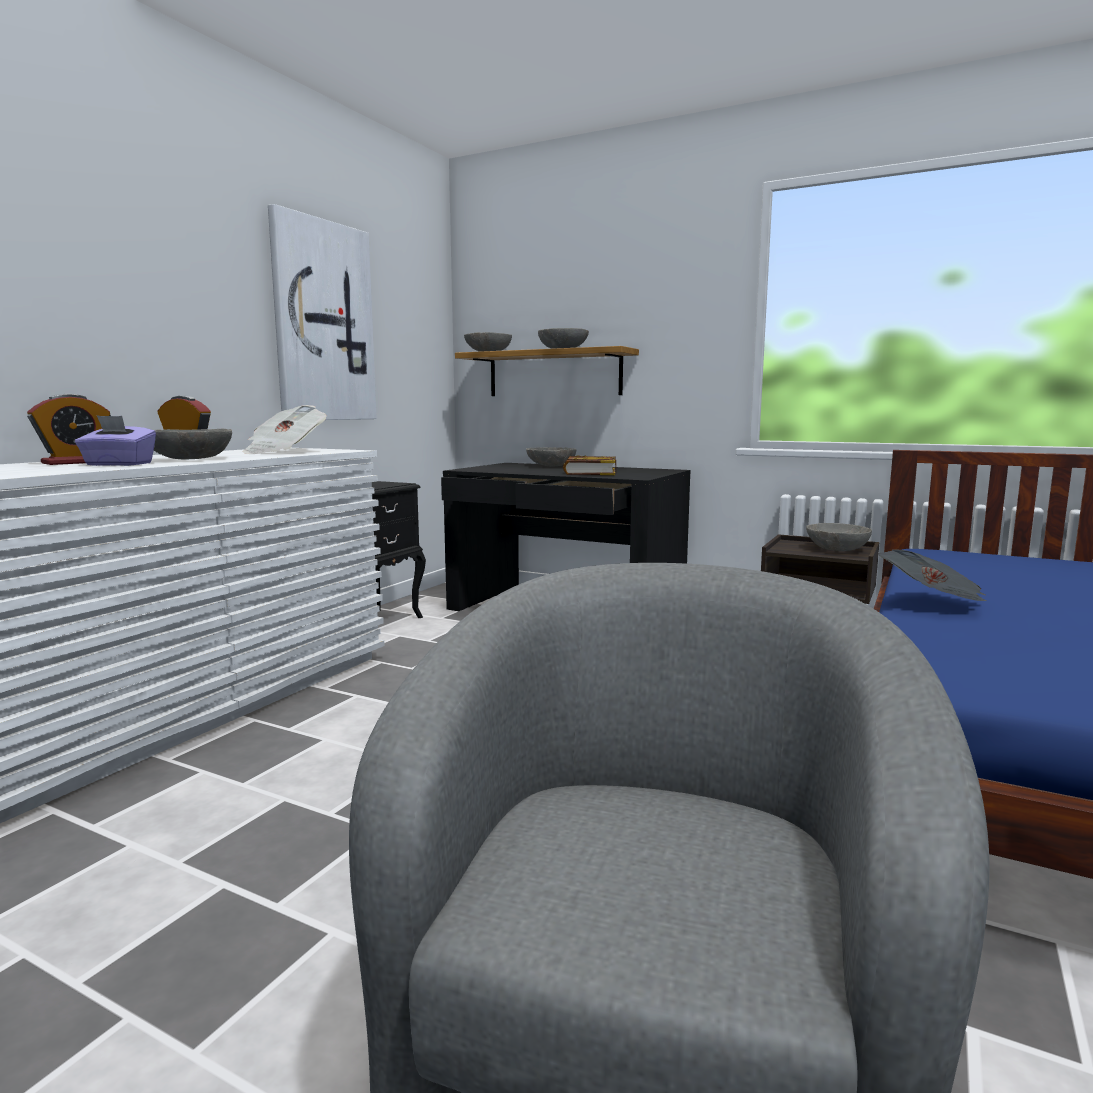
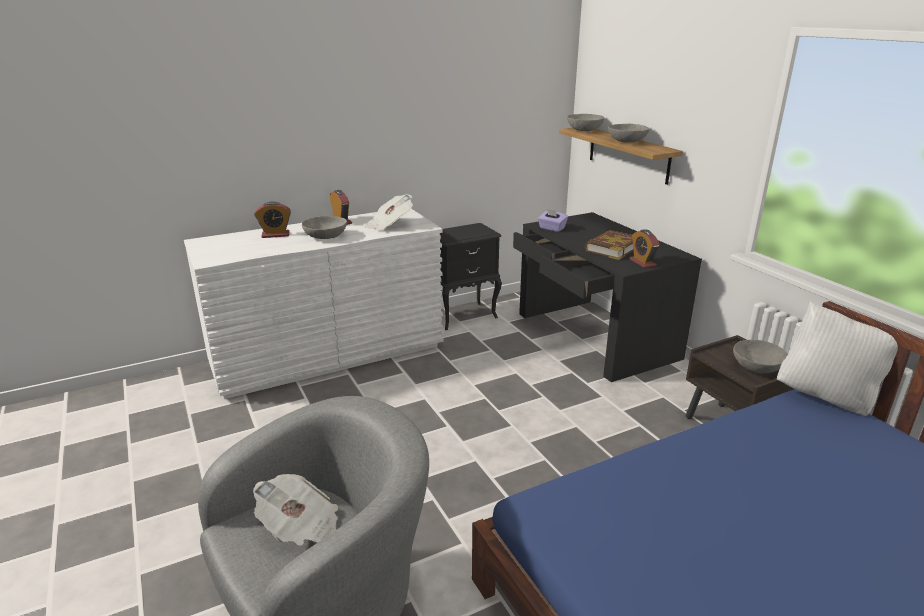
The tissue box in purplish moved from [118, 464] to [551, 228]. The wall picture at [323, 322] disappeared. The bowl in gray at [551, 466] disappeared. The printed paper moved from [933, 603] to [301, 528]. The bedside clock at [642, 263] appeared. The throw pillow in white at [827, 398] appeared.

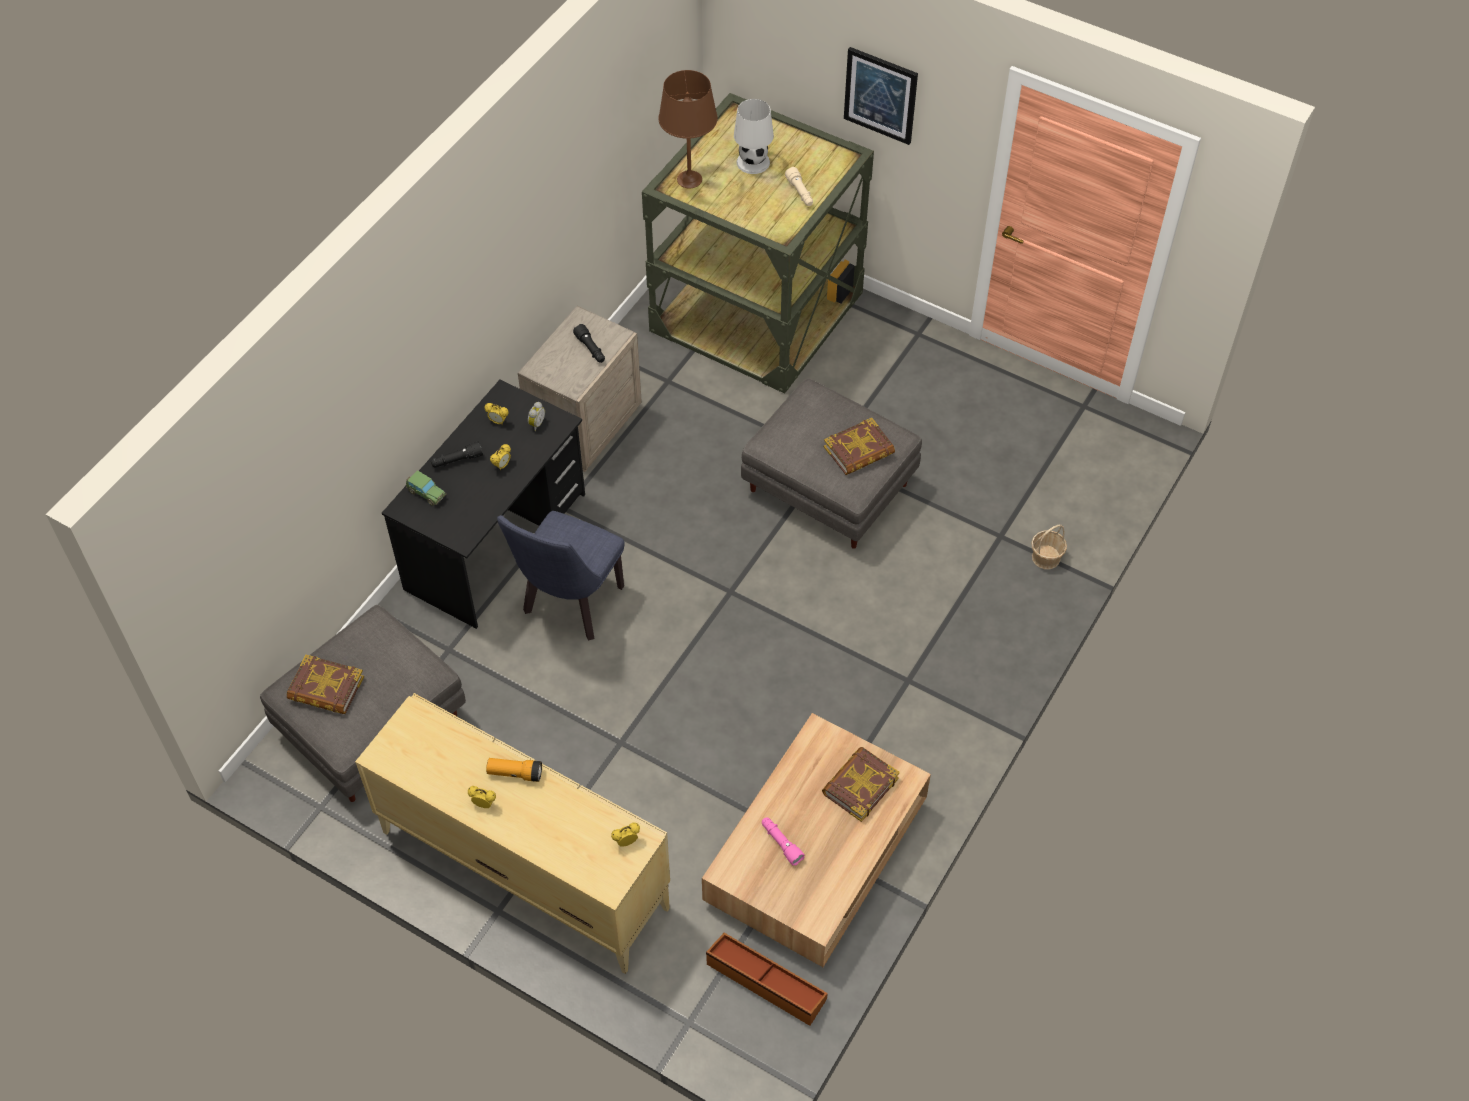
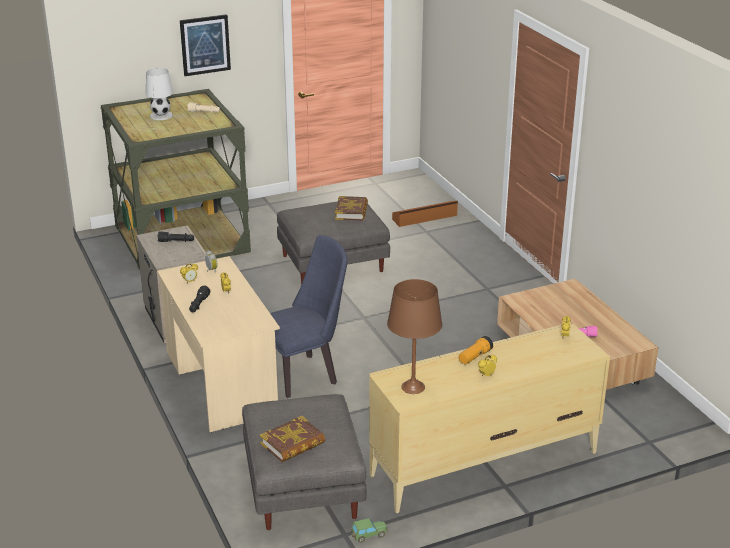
The desk in blackish at [496, 542] became the desk in sand-coloured at [221, 382]. The miniature car moved from [426, 493] to [368, 535]. The plain chair in bluish at [570, 606] turned 90 degrees counterclockwise. The lamp for a table in brownish moved from [689, 179] to [412, 387]. The storage container in brownish moved from [765, 983] to [425, 218]. The book at [860, 786] disappeared. The household basket at [1046, 557] disappeared.

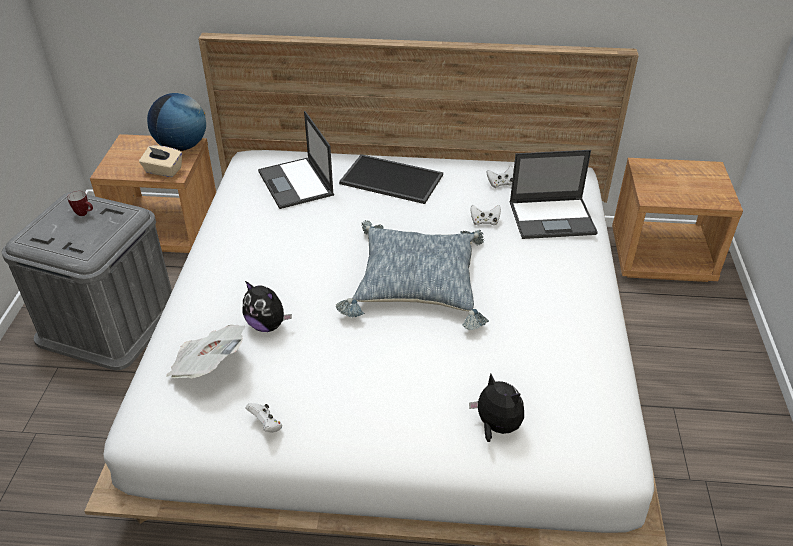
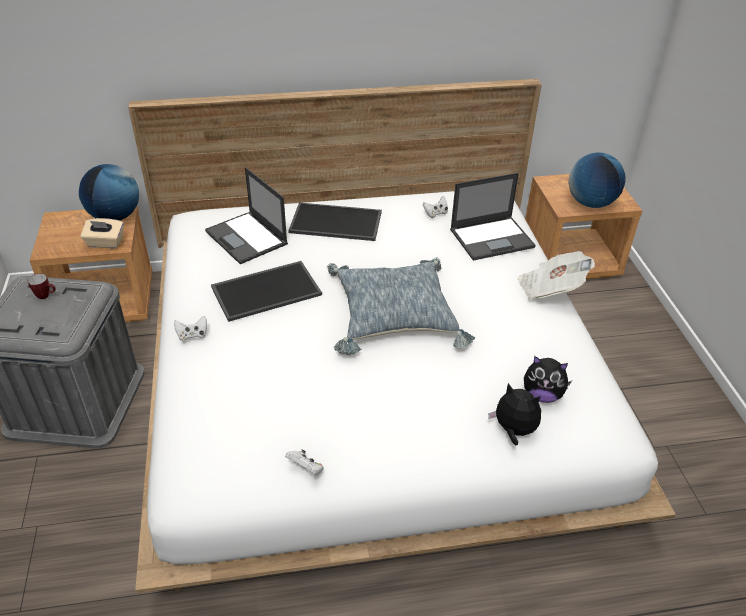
The printed paper moved from [208, 366] to [550, 289]. The cuddly toy moved from [267, 325] to [542, 395]. The joypad in white moved from [484, 222] to [192, 335]. The serving tray at [267, 290] appeared. The desk globe at [590, 203] appeared.

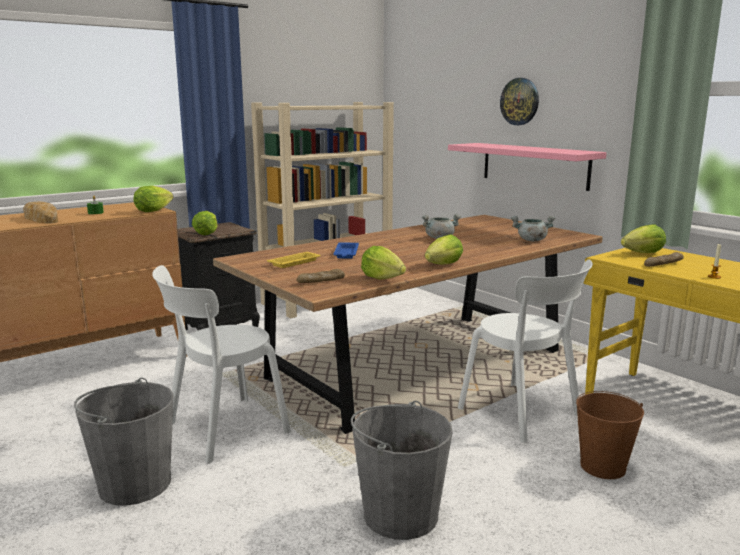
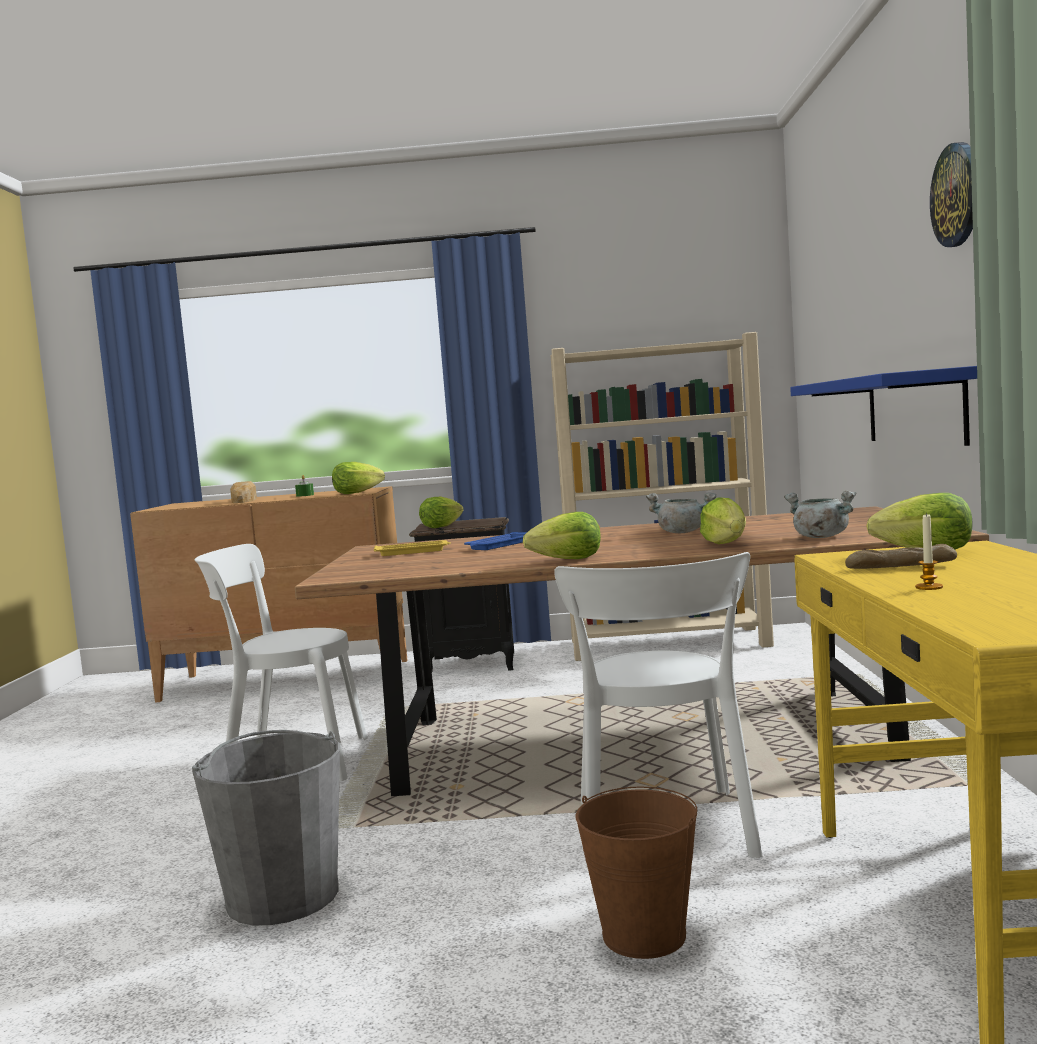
The bucket in gray at [134, 484] disappeared. The bread at [321, 281] disappeared. The lettuce head moved from [382, 278] to [726, 544]. The bracket shelf in pinkish at [534, 165] became the bracket shelf in bluish at [914, 408]. The hanging clock moved from [520, 101] to [957, 195].

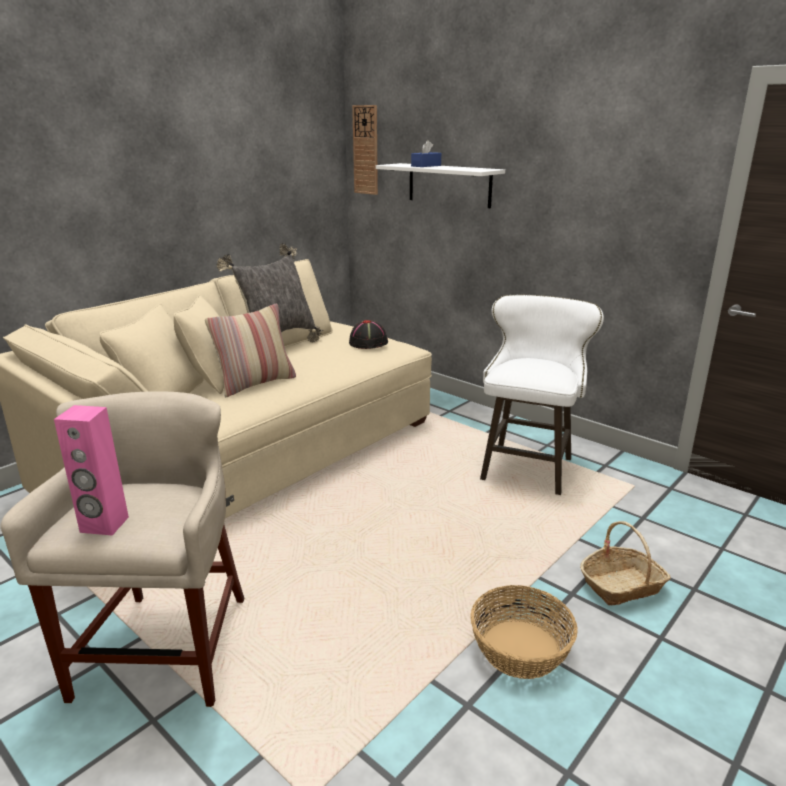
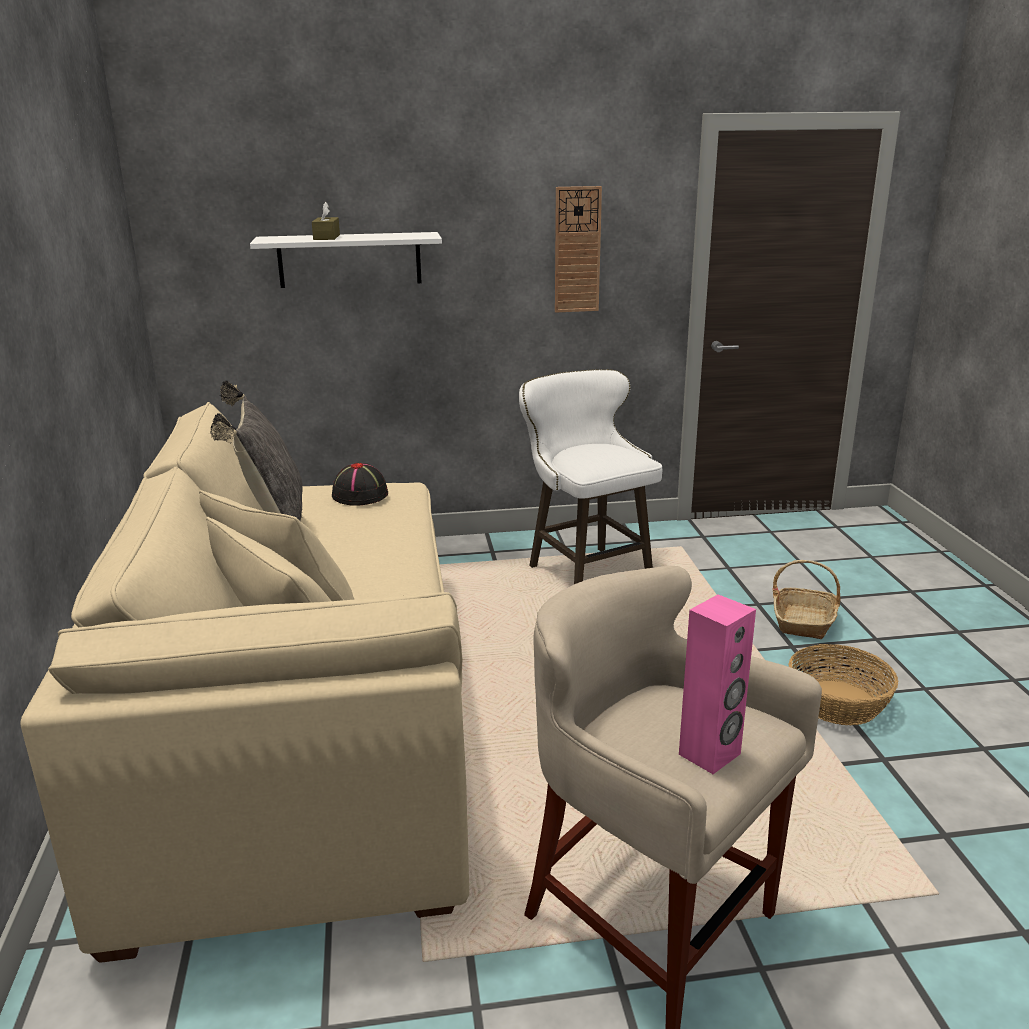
The throw pillow at [255, 383] disappeared. The hanging clock moved from [366, 150] to [577, 250]. The tissue box in bluish at [426, 166] became the tissue box in brownish at [326, 237].

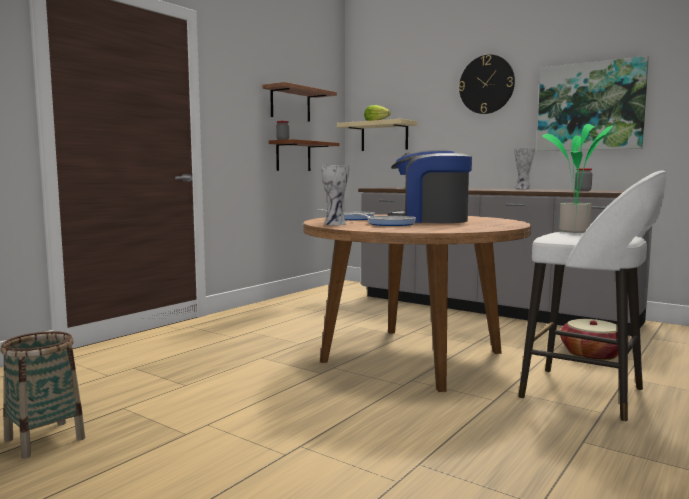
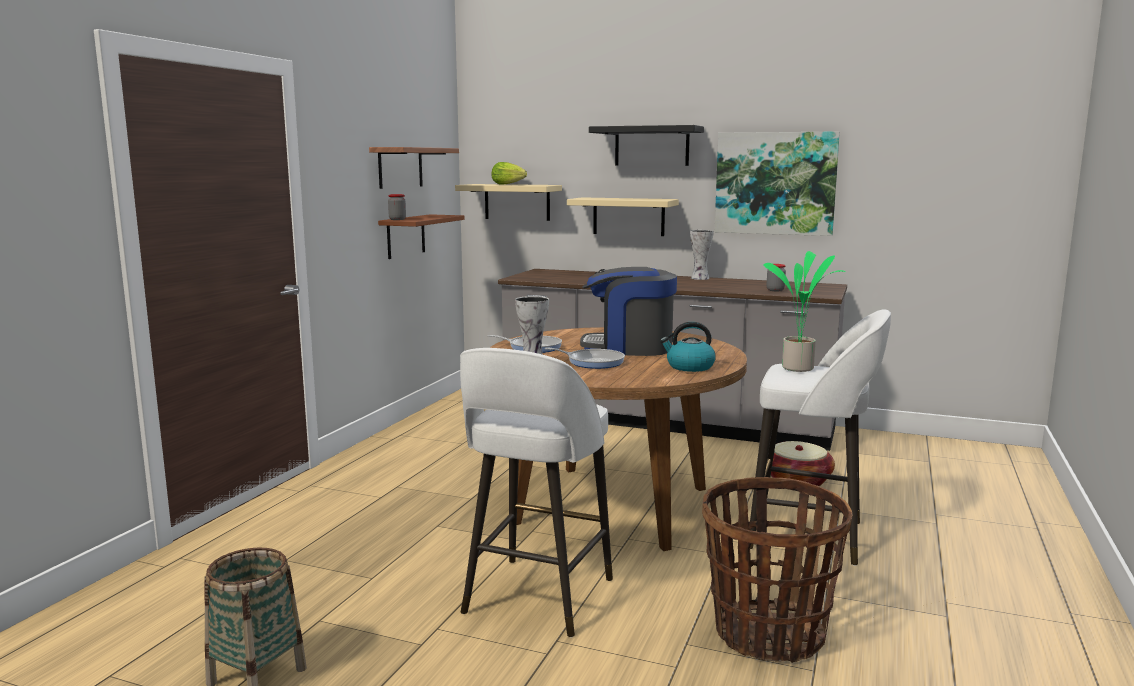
The hanging clock at [486, 84] was replaced by the bracket shelf in blackish at [651, 146]. The stool in white at [536, 598] appeared. The bracket shelf in sand-coloured at [628, 216] appeared. The kettle at [689, 367] appeared. The household basket at [768, 634] appeared.

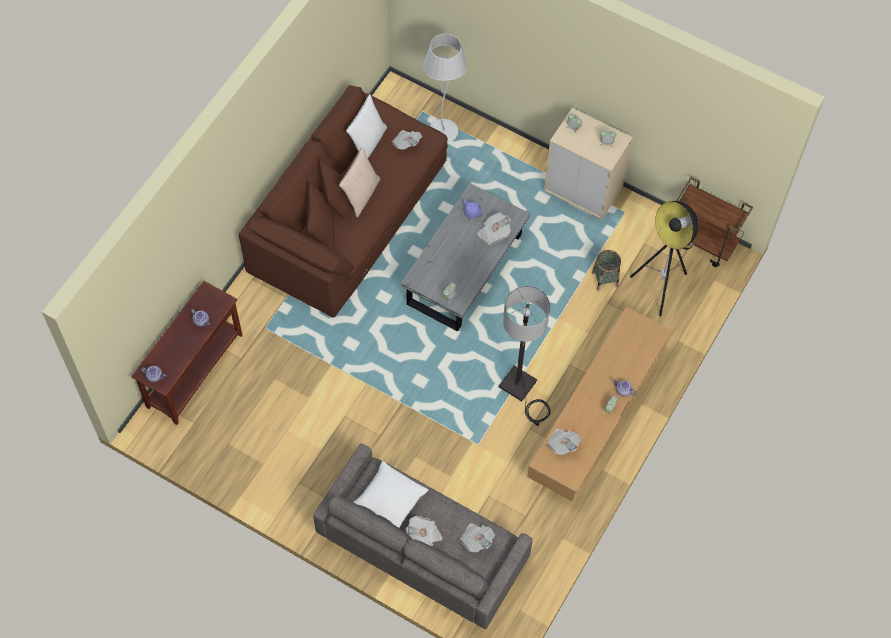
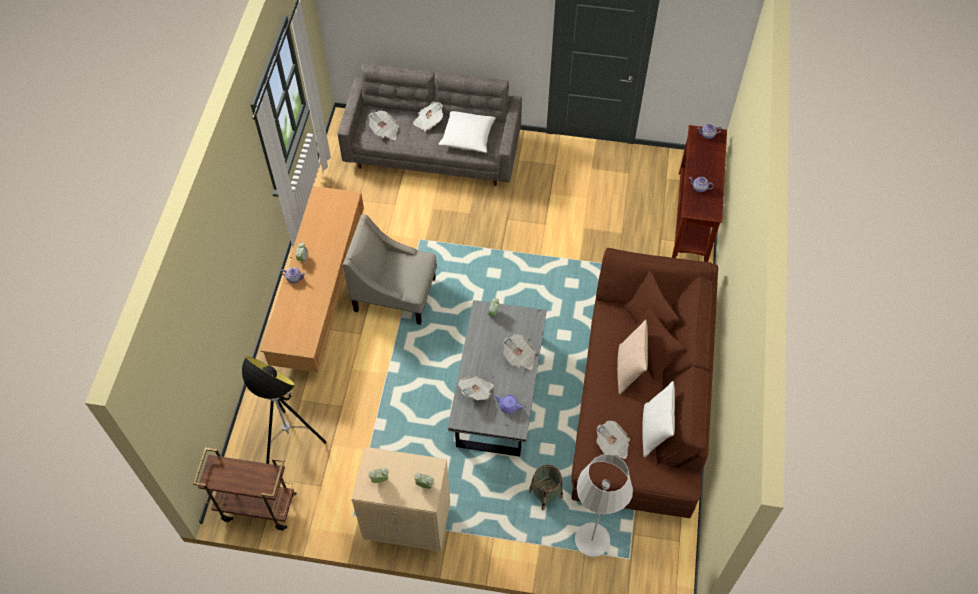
The floor lamp at [523, 392] was replaced by the lounge chair in gray at [395, 294]. The printed paper moved from [562, 444] to [519, 357]. The household basket moved from [605, 279] to [545, 494].

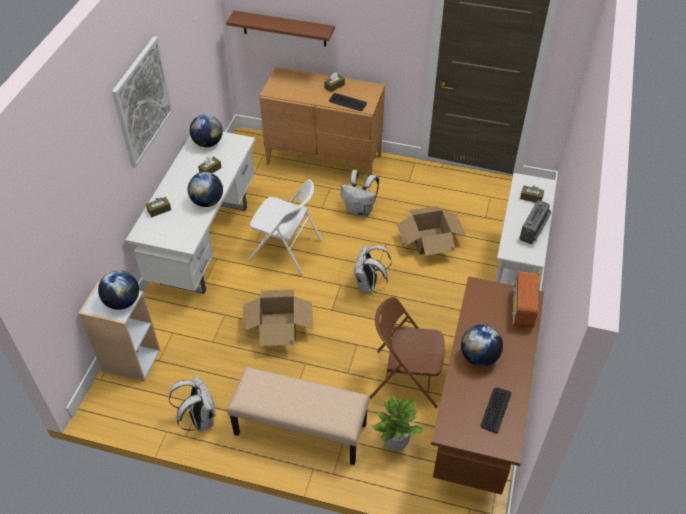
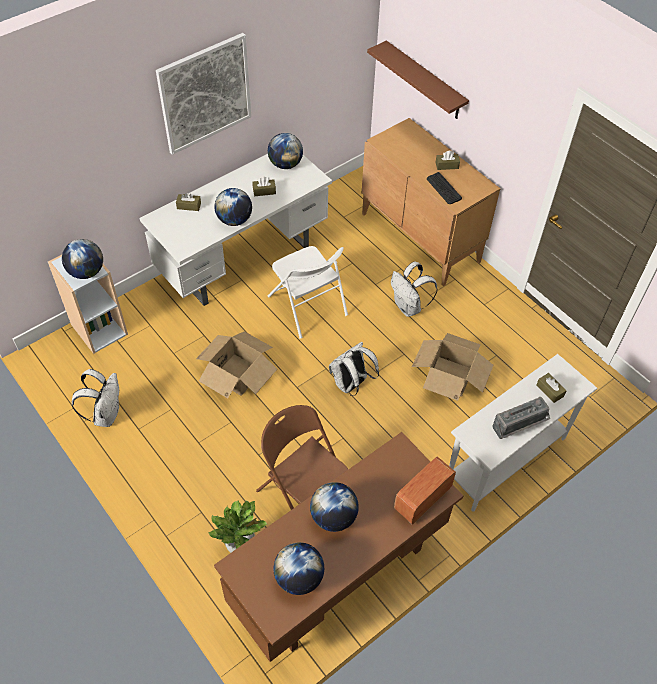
The long seat in sand-coloured at [299, 430] disappeared. The PC keyboard at [495, 410] was replaced by the desk globe at [299, 577].

